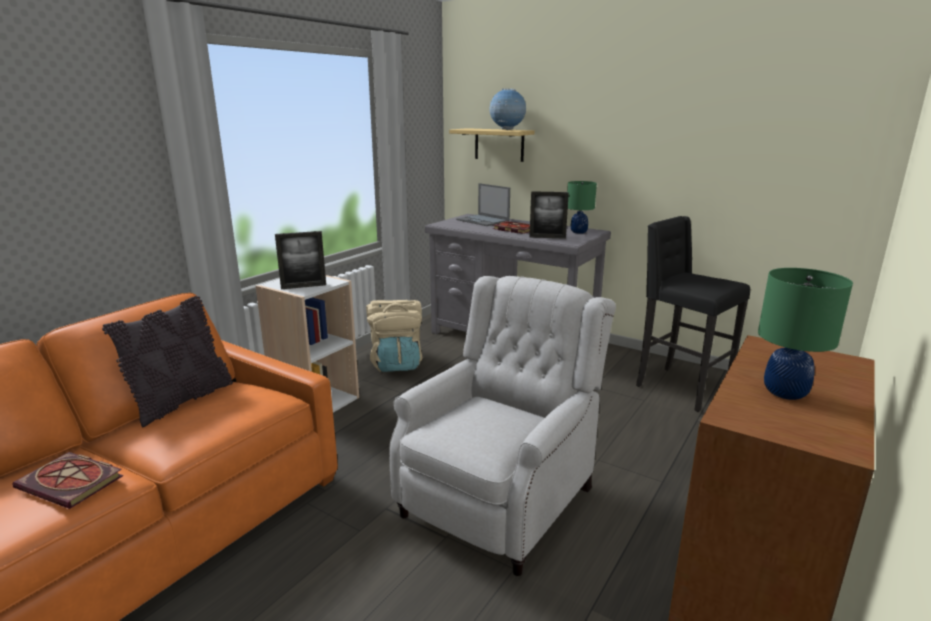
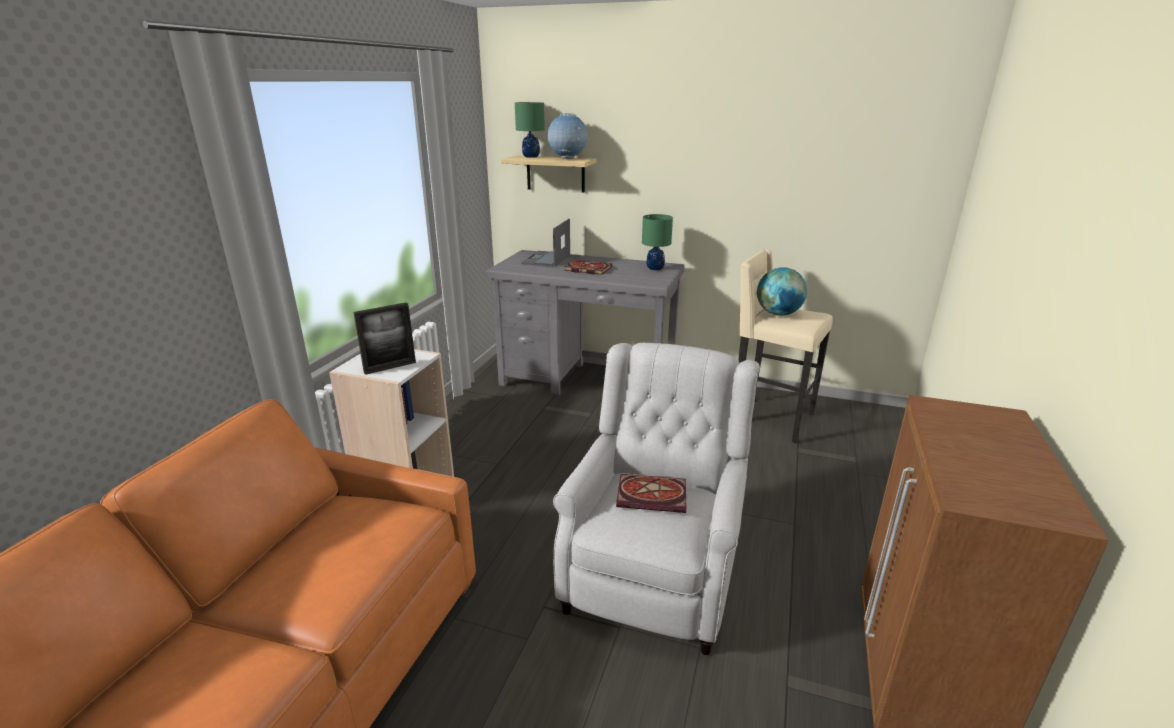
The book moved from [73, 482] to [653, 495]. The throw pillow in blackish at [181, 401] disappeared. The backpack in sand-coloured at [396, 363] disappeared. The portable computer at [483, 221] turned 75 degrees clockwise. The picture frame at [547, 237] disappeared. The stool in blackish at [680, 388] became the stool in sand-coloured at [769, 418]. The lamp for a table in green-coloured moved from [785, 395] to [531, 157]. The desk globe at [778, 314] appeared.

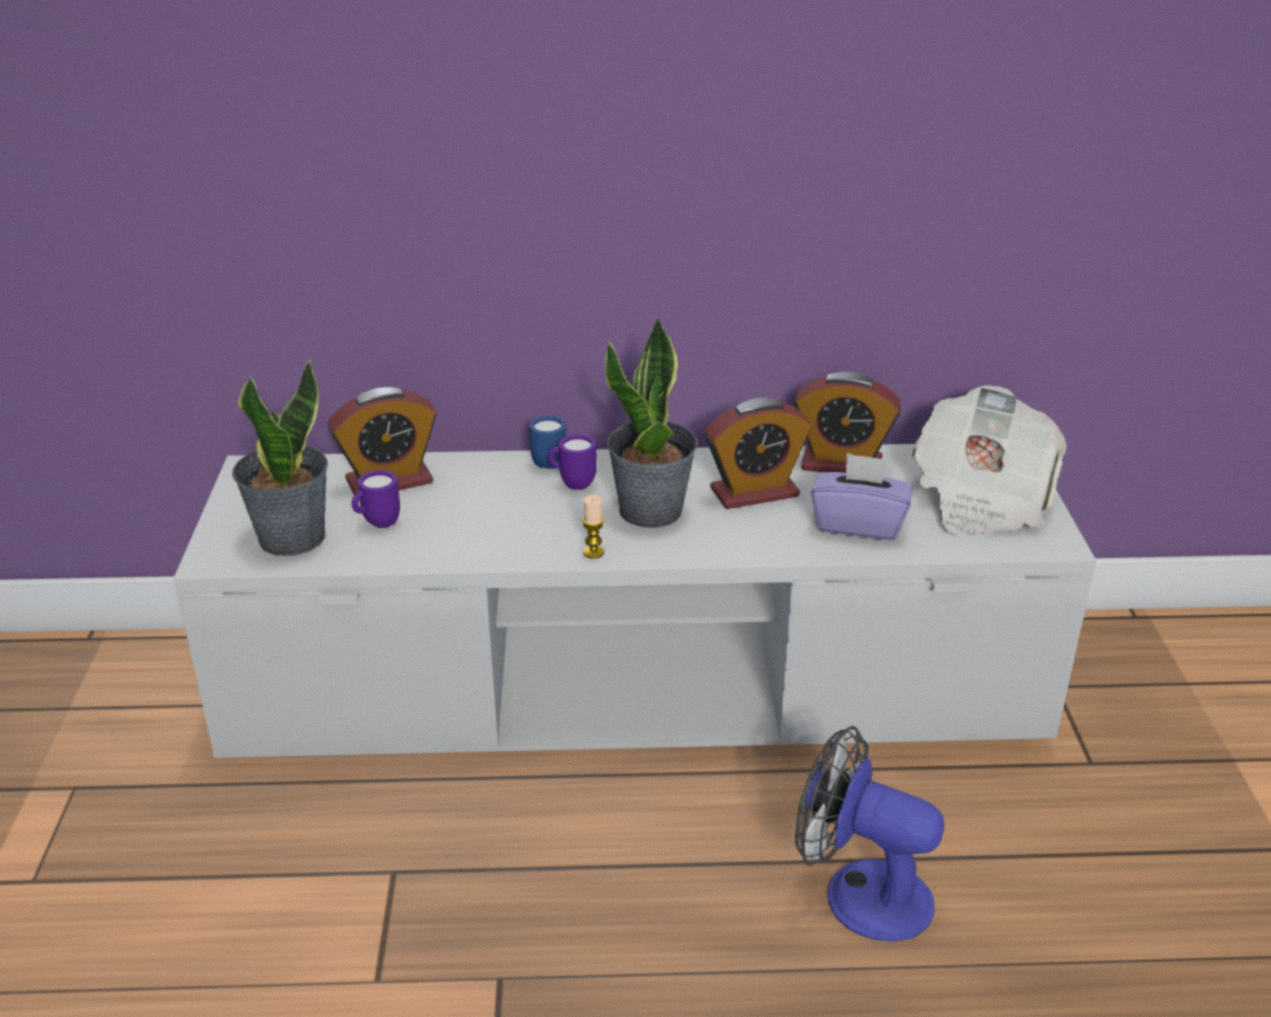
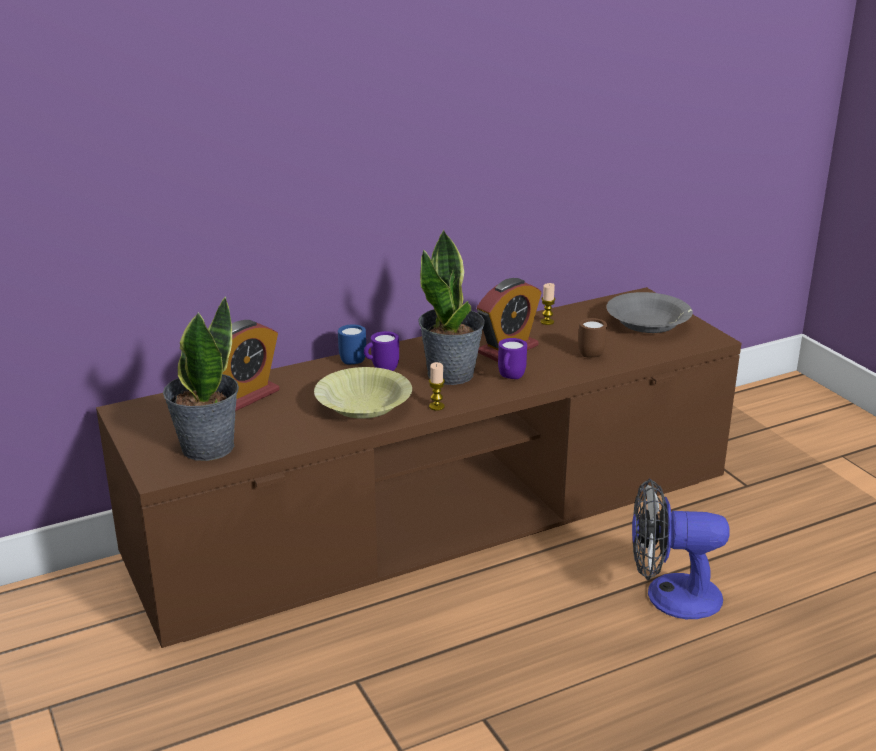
The tv stand in white at [635, 689] became the tv stand in brownish at [436, 520]. The mug in purplish moved from [377, 524] to [510, 378]. The bedside clock at [841, 464] was replaced by the candle at [547, 322]. The tissue box in purplish at [859, 524] was replaced by the mug in brownish at [589, 353]. The printed paper at [980, 499] was replaced by the bowl in gray at [648, 324]. The bowl in yellowish at [363, 405] appeared.

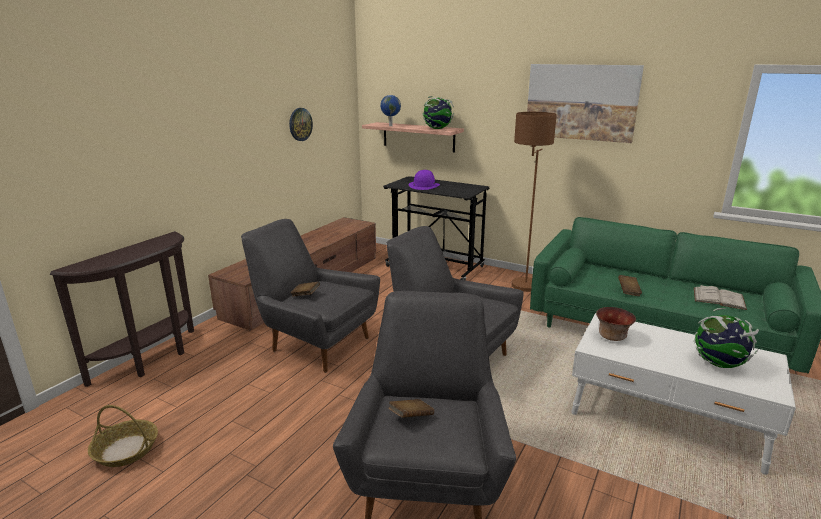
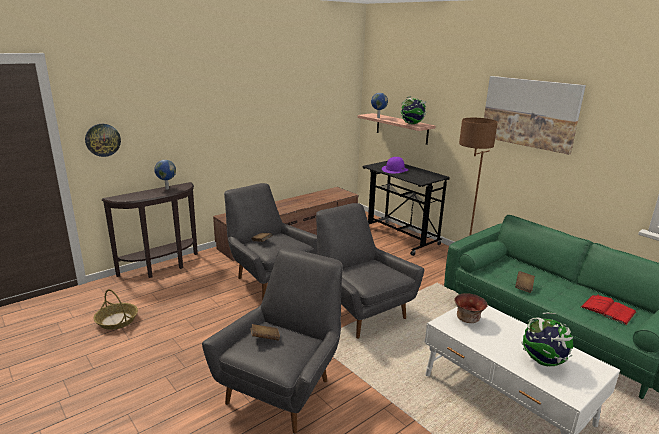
The hanging clock moved from [300, 124] to [102, 140]. The book in white at [719, 298] became the book in red-coloured at [608, 309]. The desk globe at [166, 188] appeared.

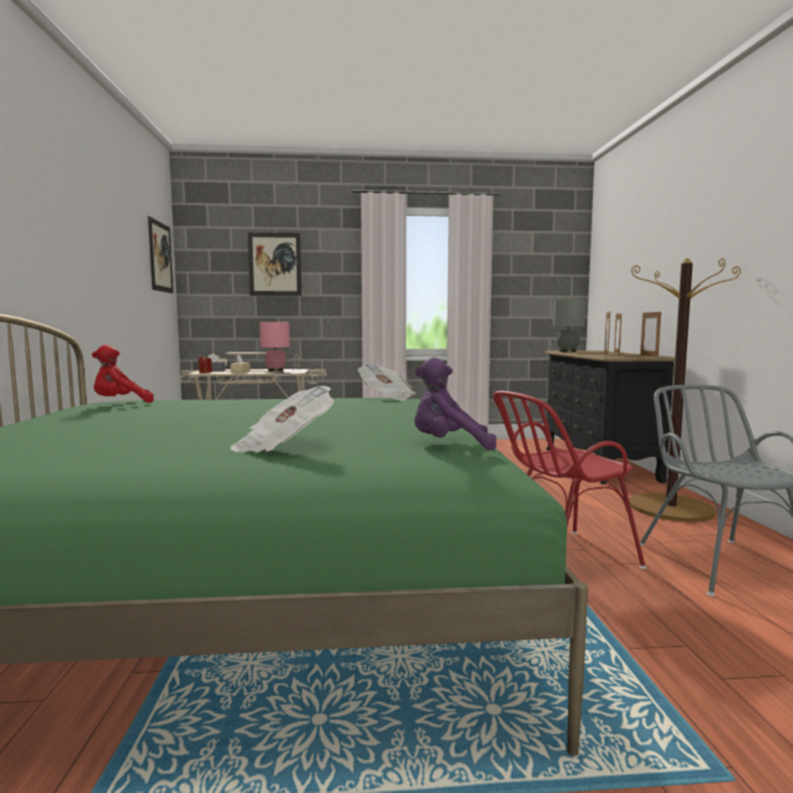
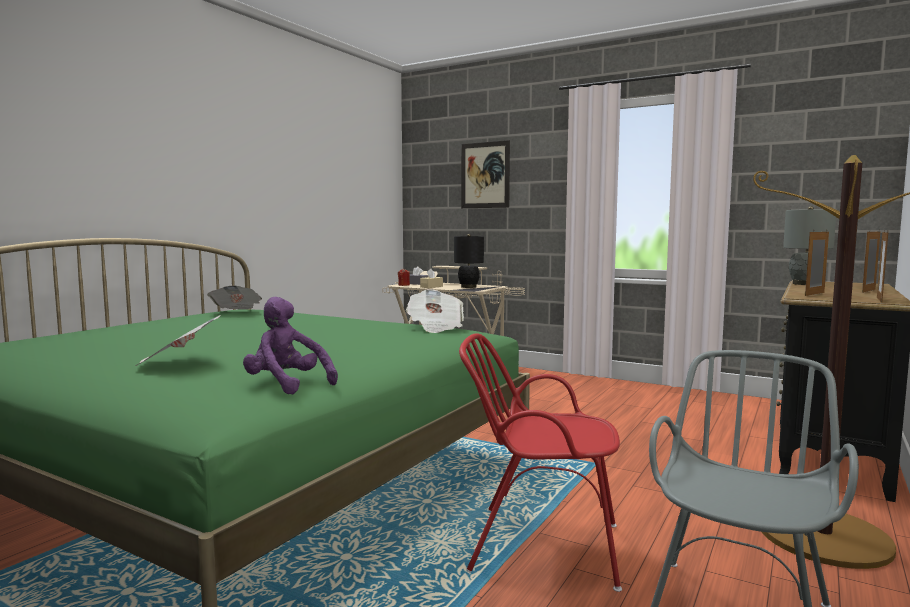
The cuddly toy in red-coloured at [121, 404] was replaced by the printed paper at [236, 312]. The wall picture at [160, 257] disappeared. The lamp for a table in pinkish at [275, 371] became the lamp for a table in blackish at [468, 287].

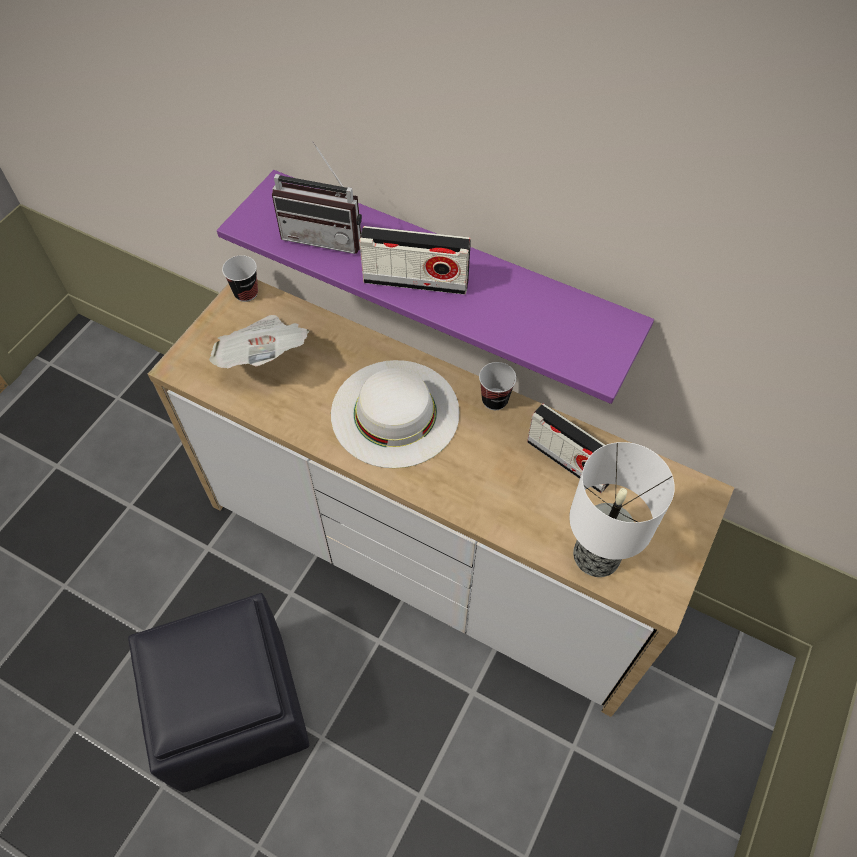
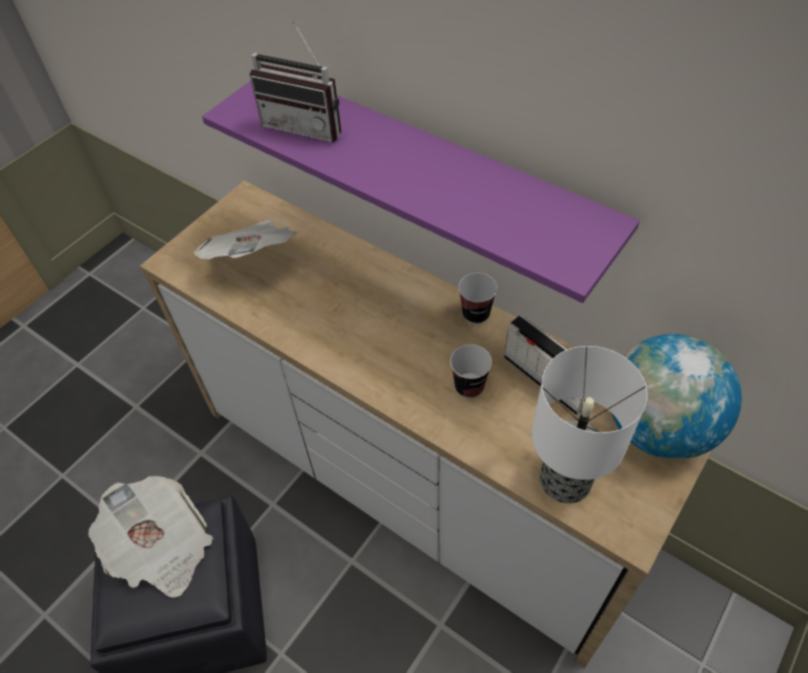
The drinking cup moved from [246, 293] to [469, 386]. The hat in white at [395, 412] disappeared. The radio set at [415, 281] disappeared. The printed paper at [161, 548] appeared. The desk globe at [657, 428] appeared.

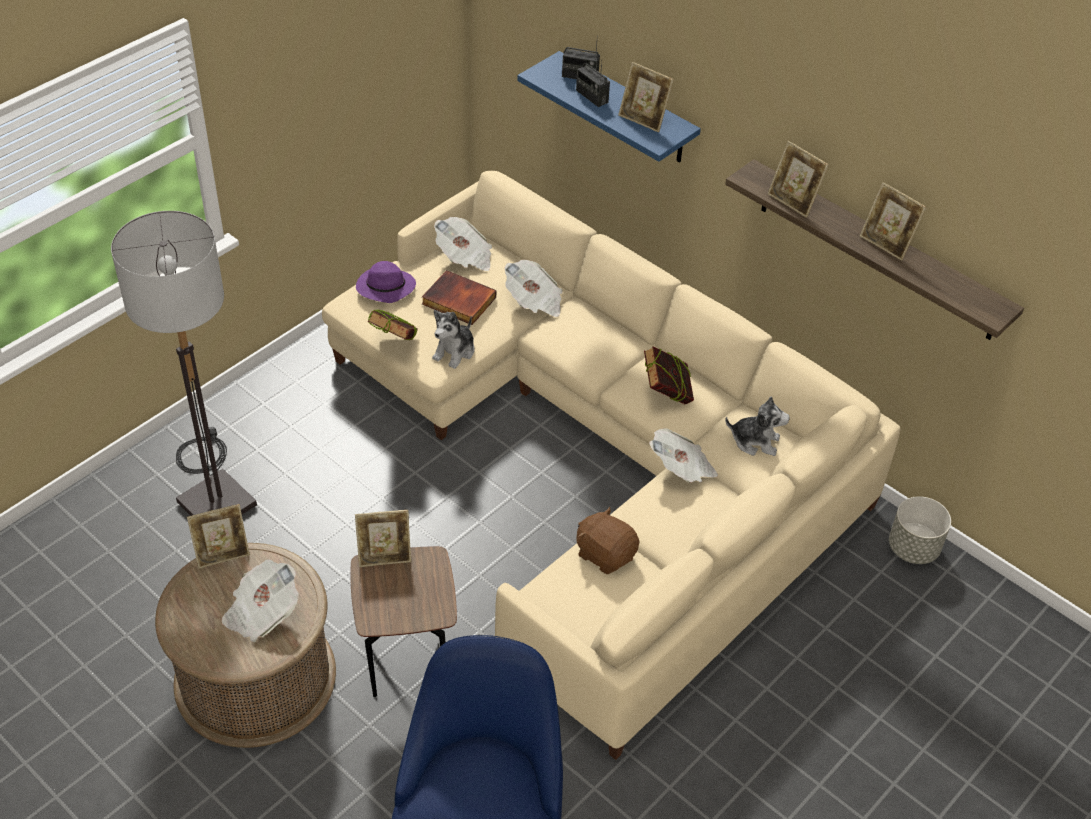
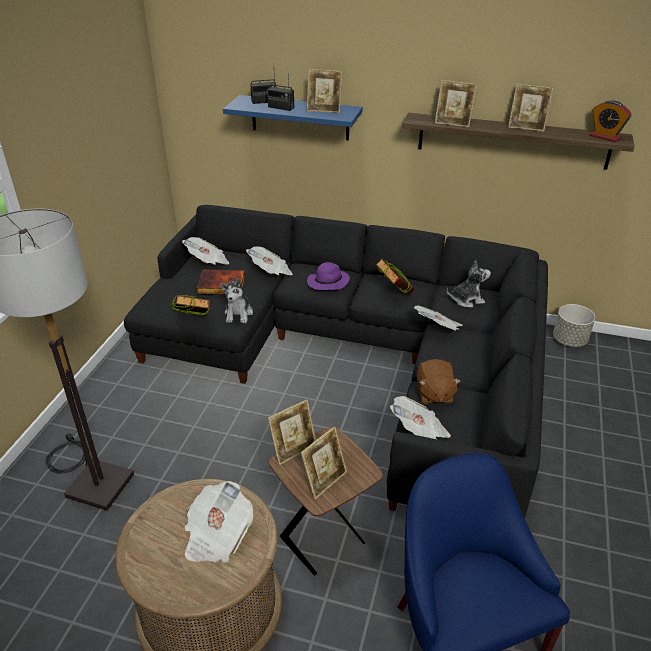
The picture frame moved from [222, 554] to [324, 480]. The settee in sand-coloured at [601, 457] became the settee in blackish at [356, 357]. The hat in purplish moved from [384, 288] to [327, 283]. The cuddly toy in brownish at [605, 554] turned 105 degrees counterclockwise. The printed paper at [419, 431] appeared. The bedside clock at [605, 137] appeared.

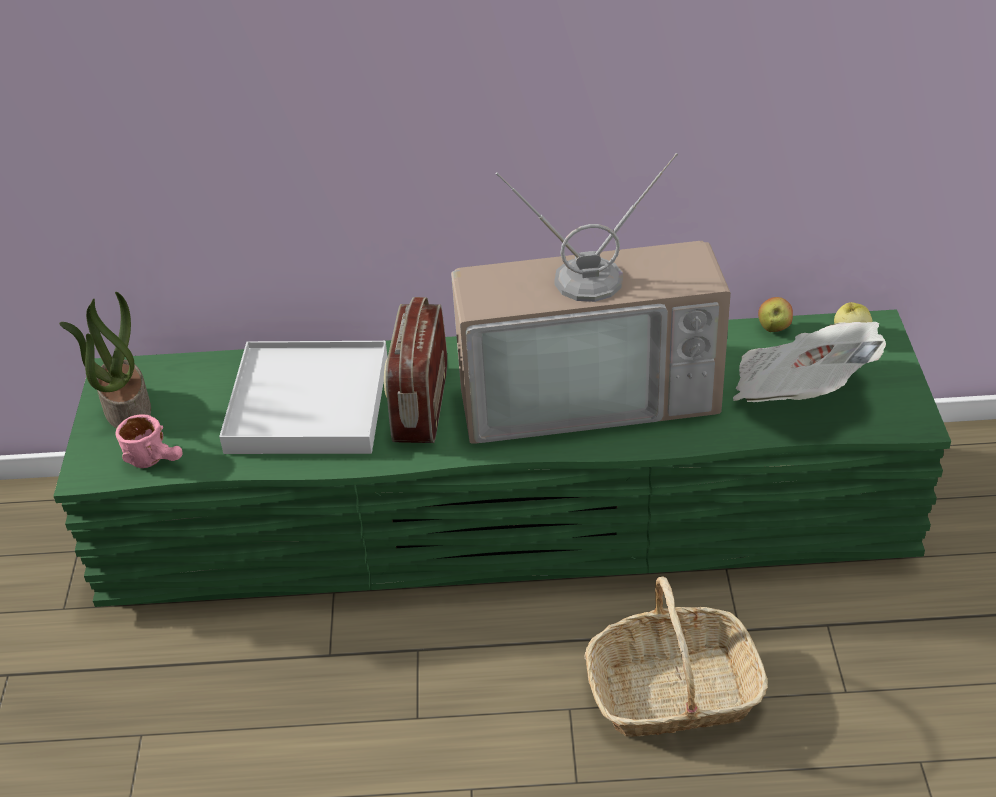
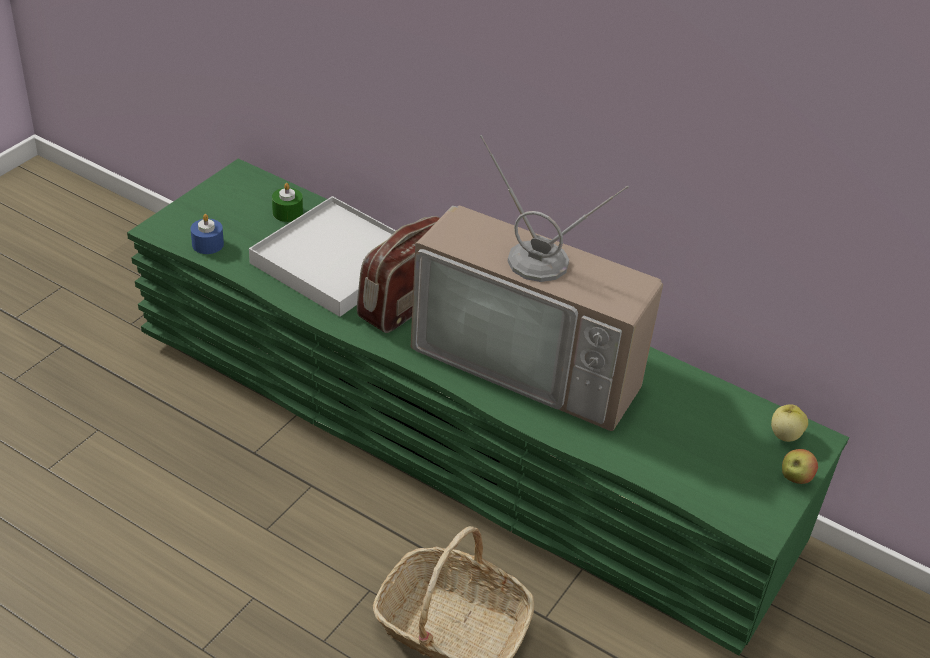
The potted plant at [125, 408] disappeared. The mug in pinkish at [157, 459] was replaced by the candle in bluish at [207, 244]. The printed paper at [799, 391] disappeared. The whole apple moved from [774, 328] to [795, 478]. The candle in green-coloured at [287, 212] appeared.

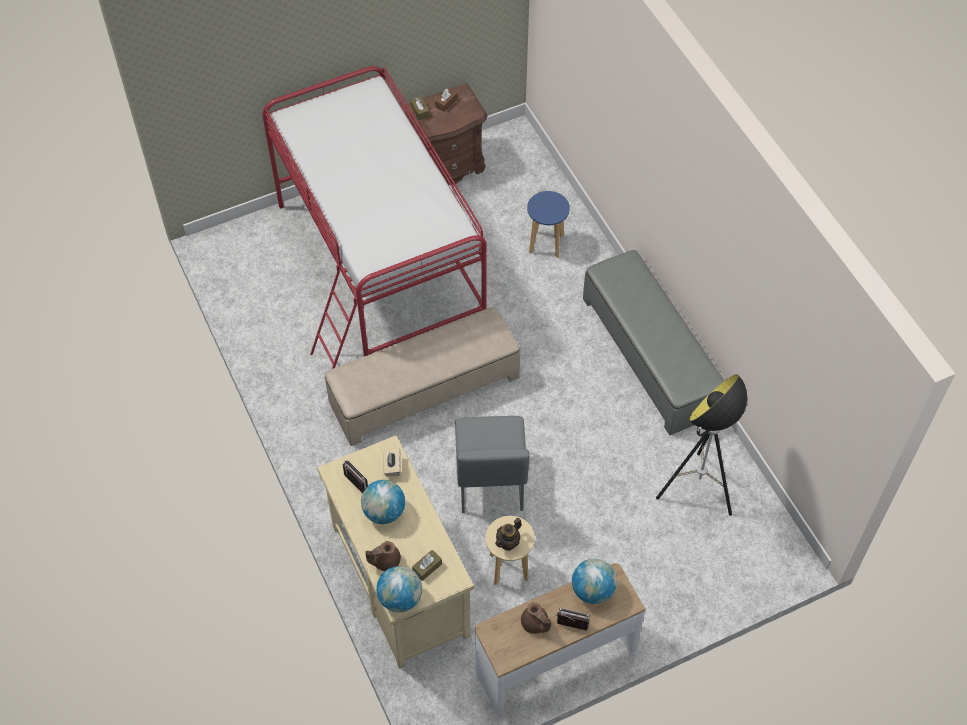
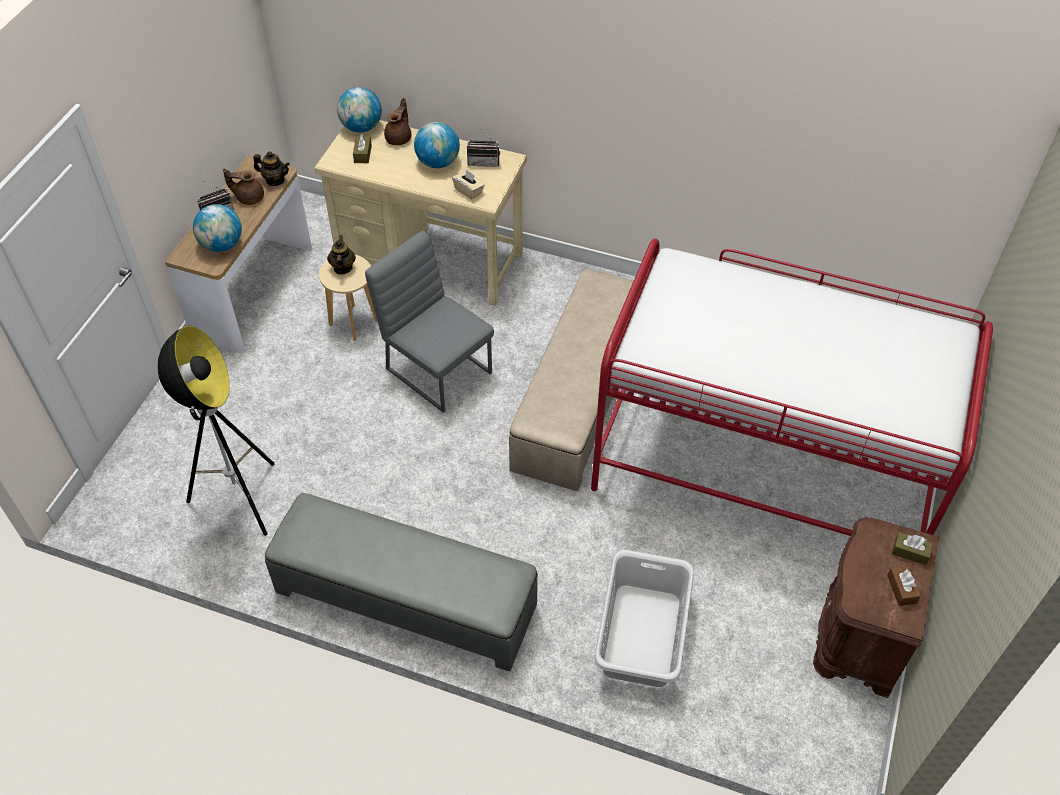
The stool in bluish at [546, 244] was replaced by the washing basket in gray at [642, 634]. The teapot at [275, 180] appeared.

